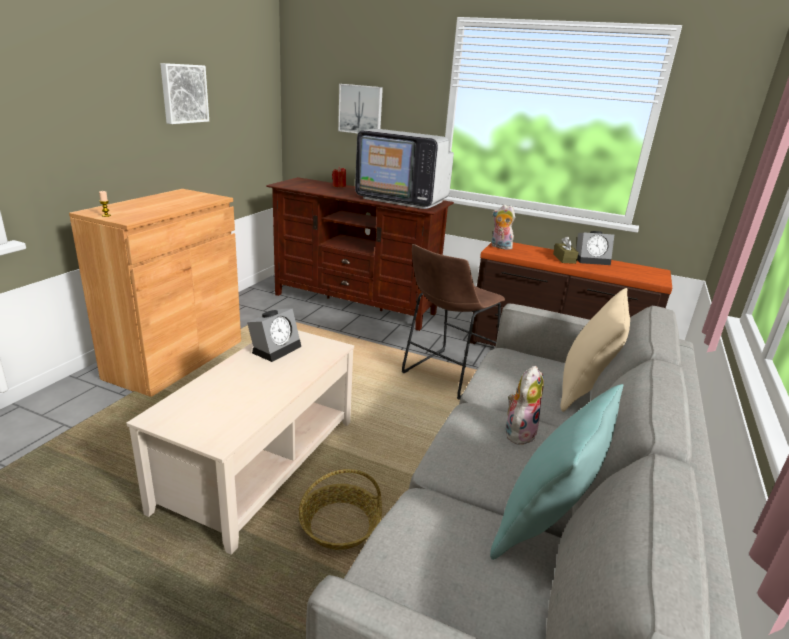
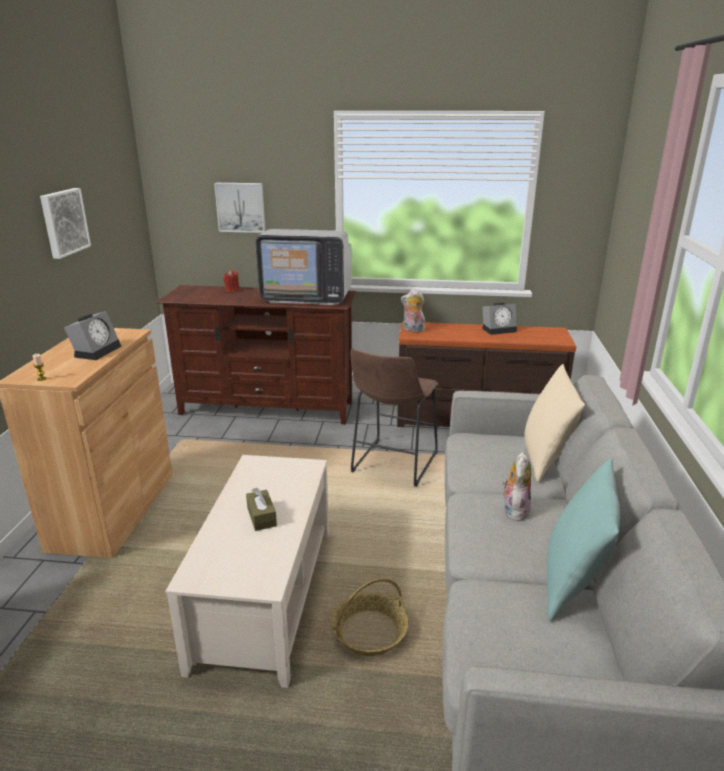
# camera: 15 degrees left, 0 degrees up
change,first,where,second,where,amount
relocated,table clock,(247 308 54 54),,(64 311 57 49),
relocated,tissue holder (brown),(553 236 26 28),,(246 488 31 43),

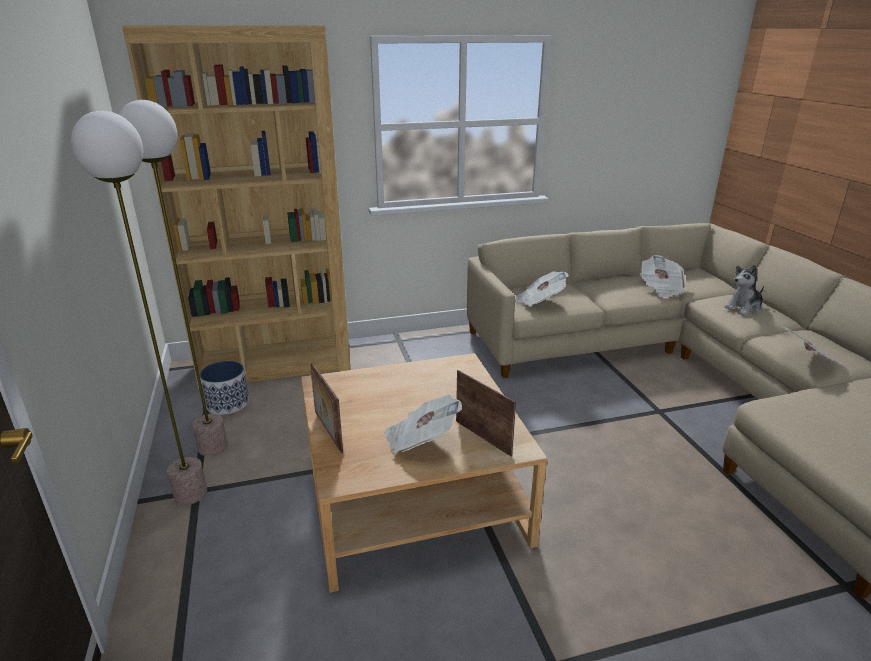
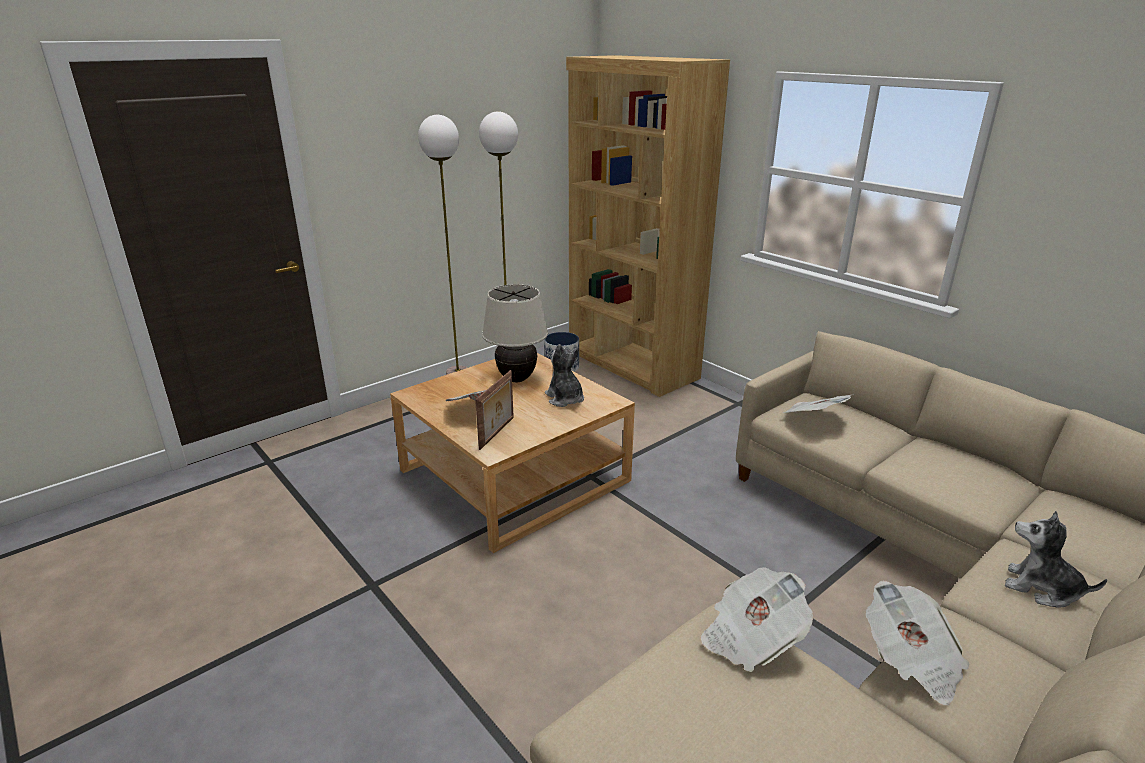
# camera: 65 degrees right, 0 degrees up
change,first,where,second,where,amount
appeared,,,lamp for a table (sand-coloured),(482 284 66 98),
appeared,,,cuddly toy,(545 344 39 63),
relocated,newspaper,(640 255 45 43),,(701 567 112 105),
missing,standing frame,(311 363 32 90),,,

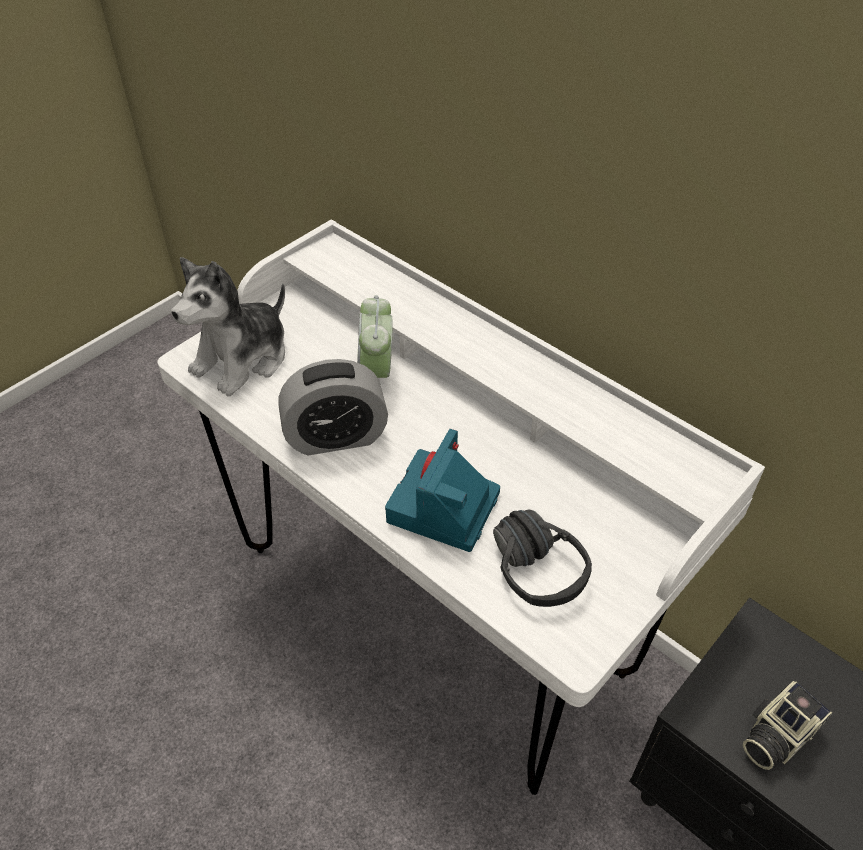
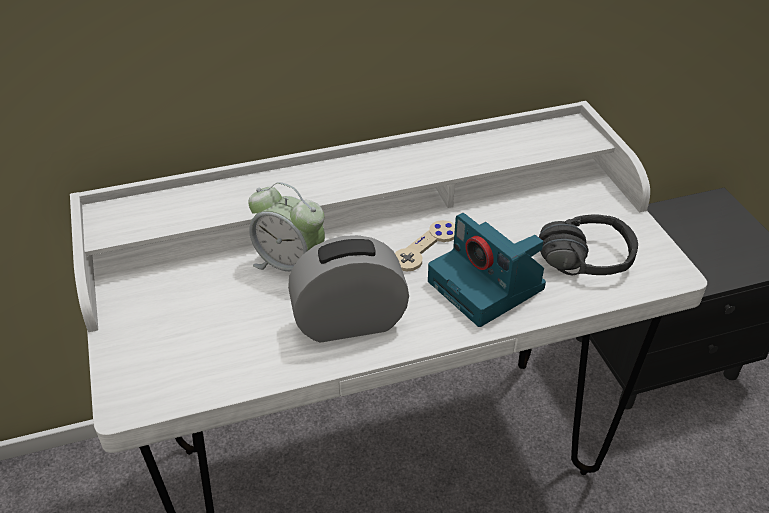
# camera: 60 degrees left, 5 degrees down
change,first,where,second,where,amount
spun,table clock,(279 359 109 96),,(288 235 121 107),120 degrees counterclockwise
appeared,,,joypad (sand-coloured),(395 220 60 52),
missing,cuddly toy,(171 257 114 139),,,
missing,photo camera,(743 681 90 89),,,

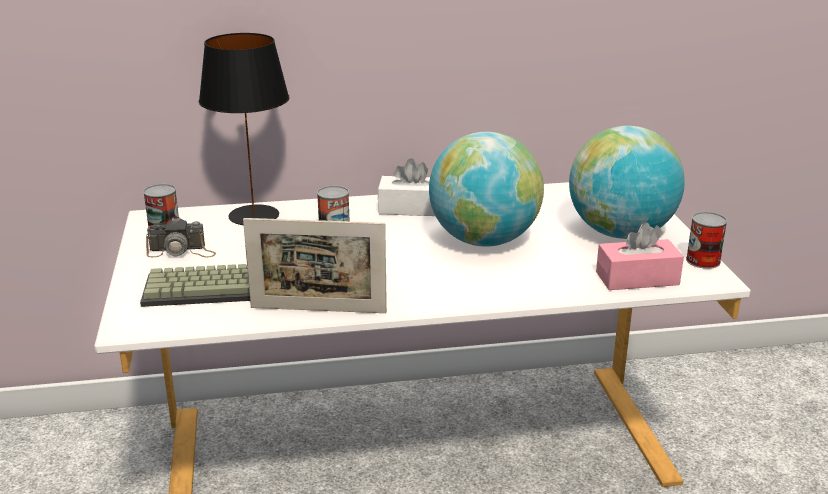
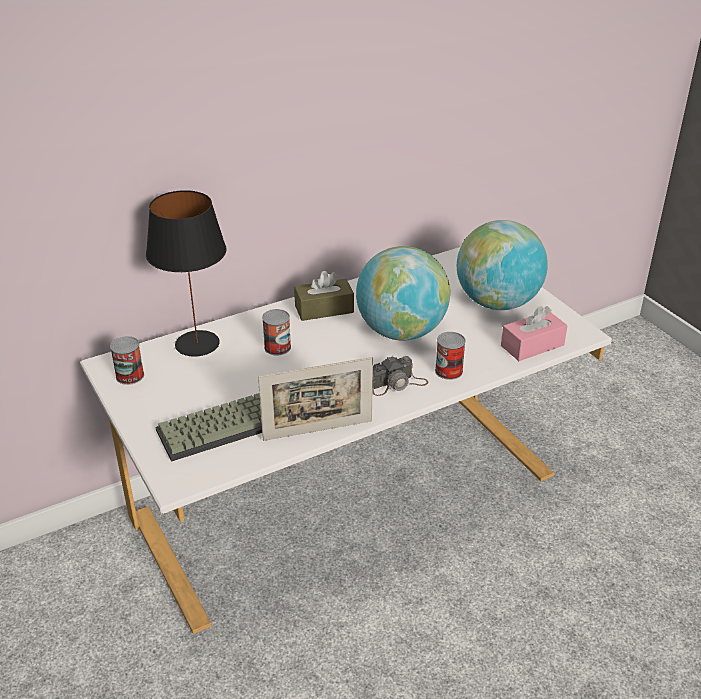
# camera: 20 degrees left, 10 degrees up
change,first,where,second,where,amount
colour,tissue holder (white),(378 158 57 58),tissue holder (brown),(294 271 60 50),
relocated,photo camera,(146 217 70 40),,(372 356 56 40),
relocated,sealed can,(686 212 41 57),,(435 332 31 48),

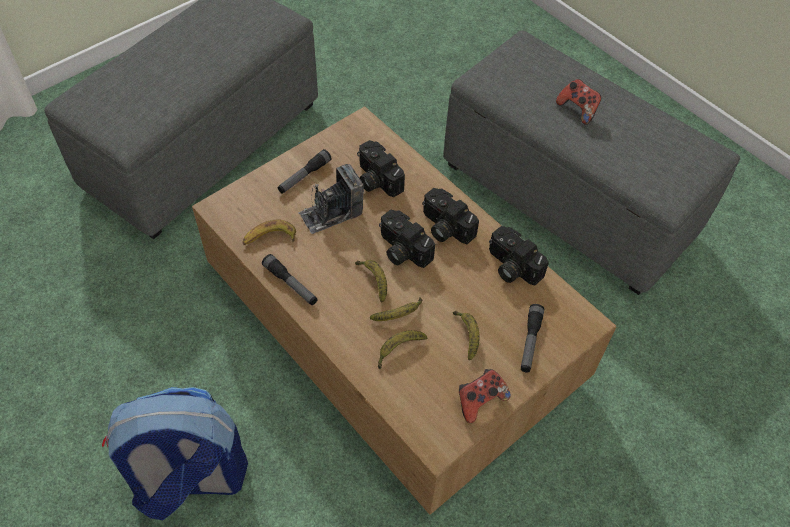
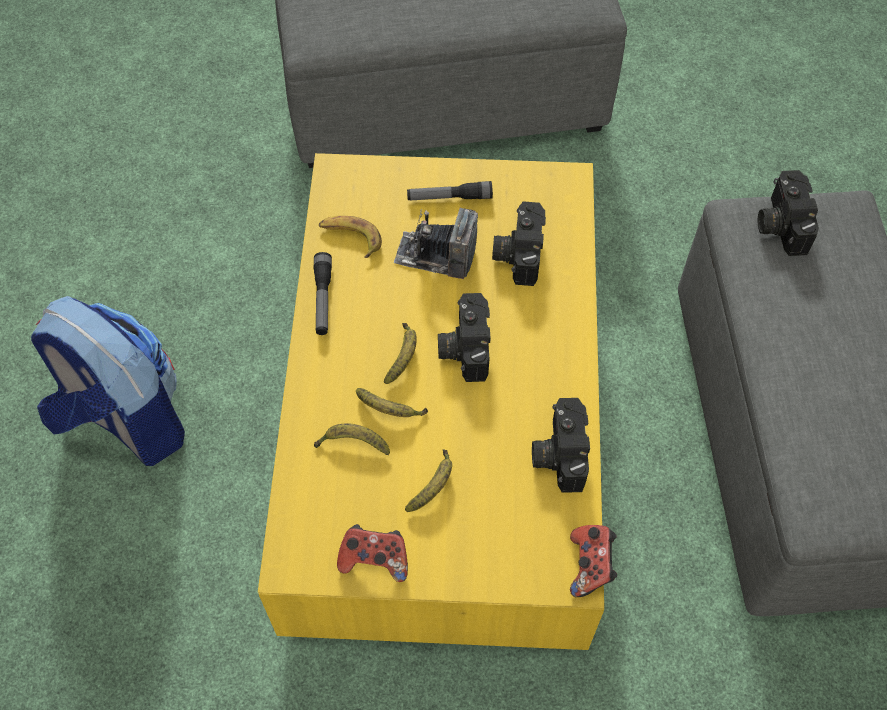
# camera: 45 degrees right, 5 degrees up
change,first,where,second,where,amount
colour,lounge table (brown),(192 106 424 409),lounge table (yellowish),(258 153 346 497),
relocated,joypad,(556 79 45 45),,(570 525 47 72),
relocated,photo camera,(422 188 57 56),,(758 170 61 86),
missing,torch,(521 304 23 68),,,

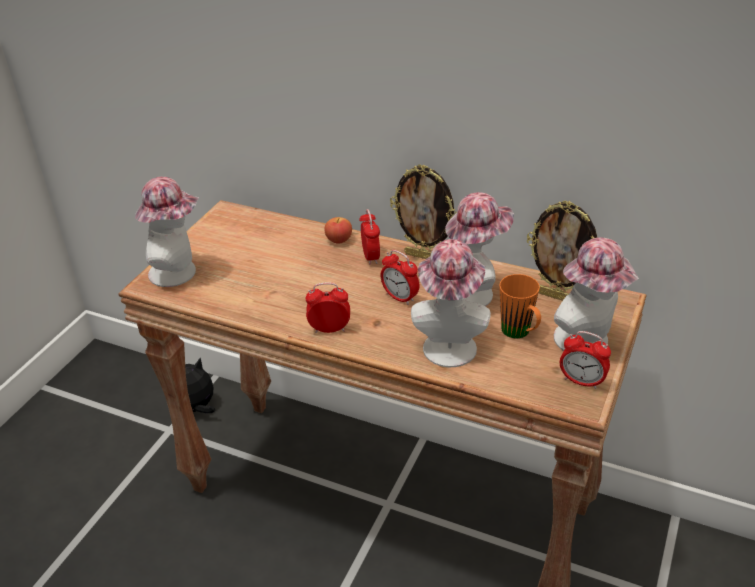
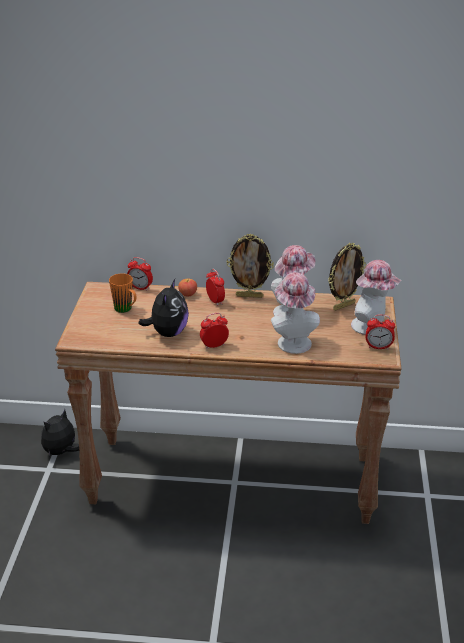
# camera: 20 degrees left, 5 degrees down
change,first,where,second,where,amount
relocated,coffee mug (orange-coloured),(499 274 42 64),,(109 274 28 39),
relocated,table clock,(381 250 38 55),,(127 257 26 34),
appeared,,,cuddly toy,(138 279 51 58),
spun,standing frame,(527 201 70 100),,(328 243 39 68),45 degrees counterclockwise
missing,hat,(135 177 64 110),,,

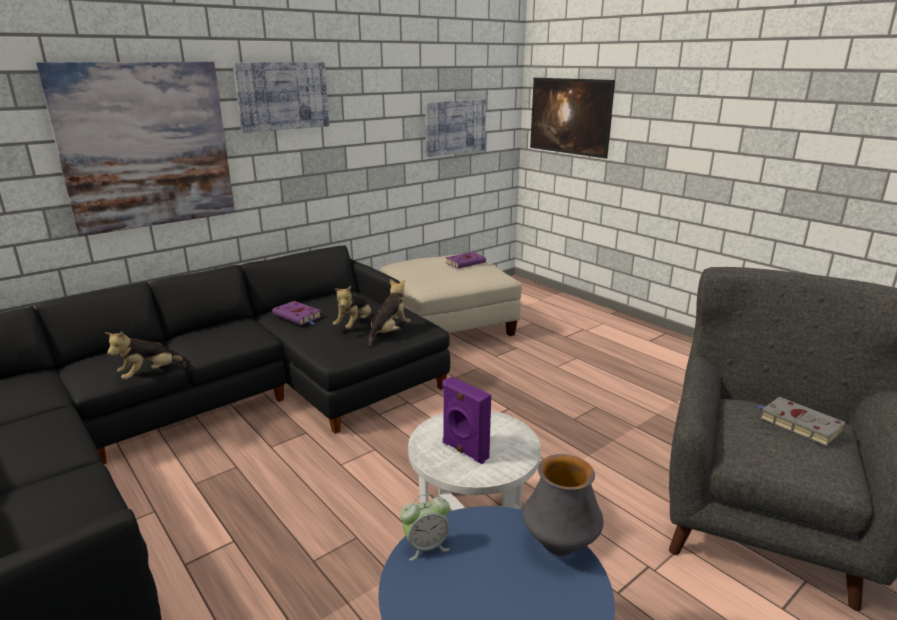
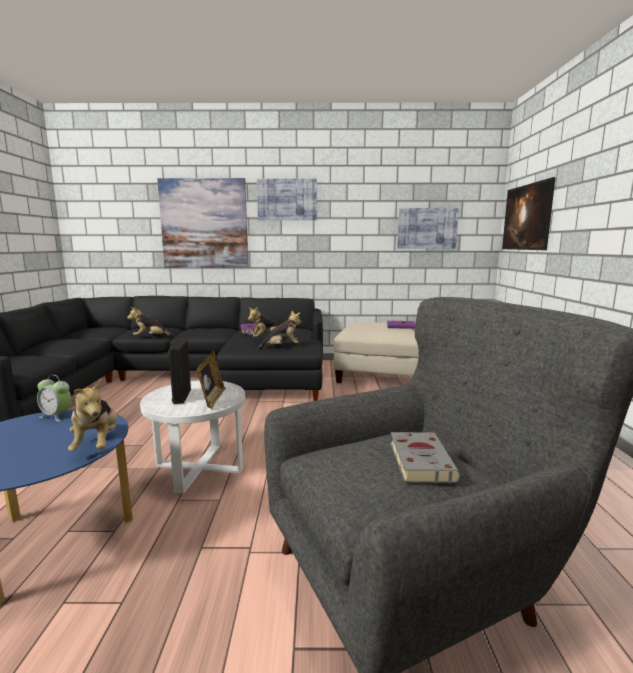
# camera: 40 degrees right, 10 degrees down
change,first,where,second,where,amount
exchanged,flower vase,(523 454 81 102),cuddly toy,(68 380 49 71),
colour,loudspeaker (purple-coloured),(442 377 49 87),loudspeaker (black-coloured),(168 340 23 64),
appeared,,,standing frame,(196 351 30 58),

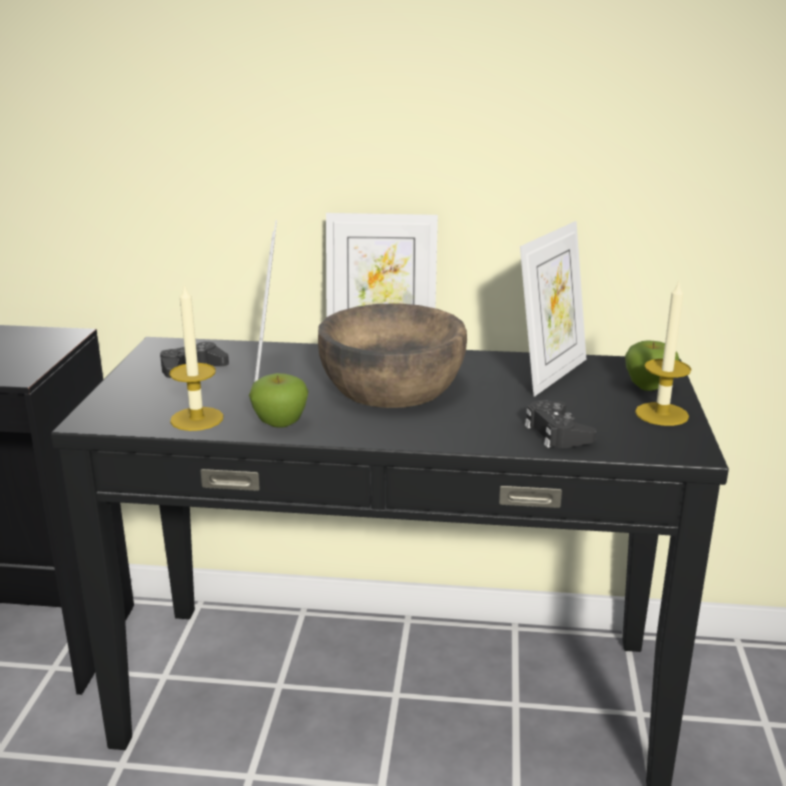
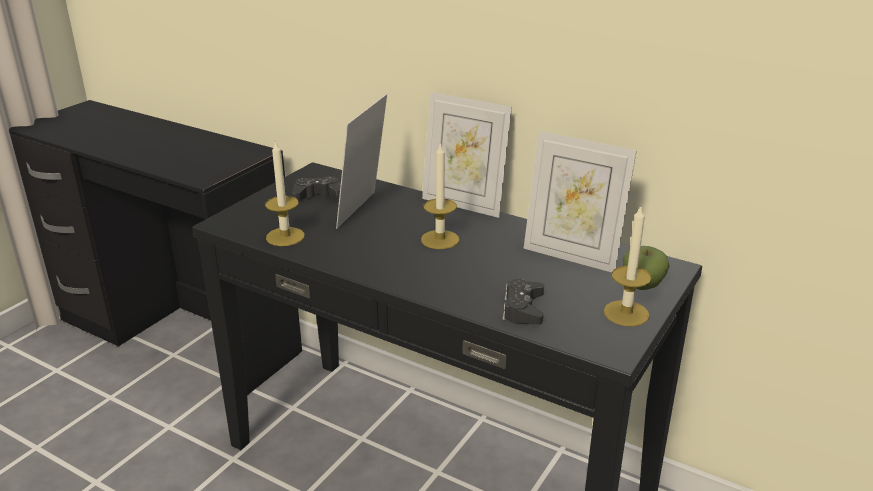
# camera: 25 degrees right, 5 degrees up
change,first,where,second,where,amount
exchanged,deep dish (brown),(318 303 149 105),wax candle,(421 142 38 107),
spun,standing frame,(520 221 66 175),,(524 131 113 141),60 degrees clockwise
missing,apple,(249 373 59 55),,,

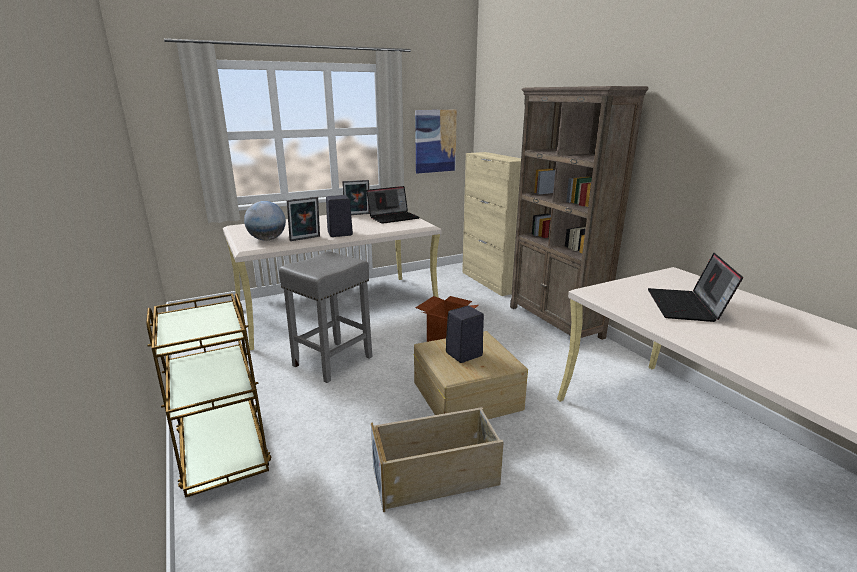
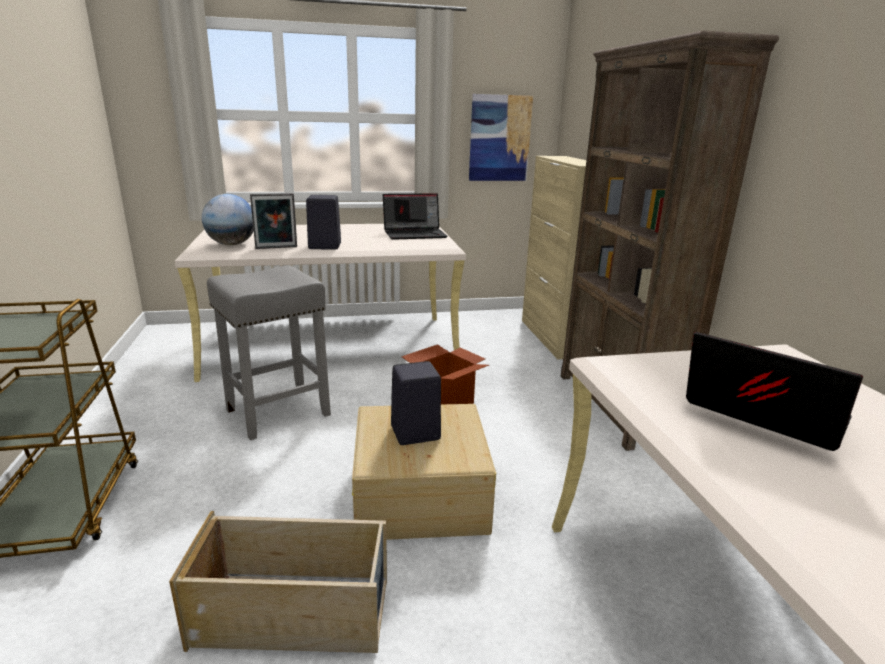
# camera: 15 degrees right, 0 degrees up
change,first,where,second,where,amount
spun,portable computer,(648 253 95 69),,(686 332 177 119),105 degrees clockwise
missing,standing frame,(342 180 28 35),,,

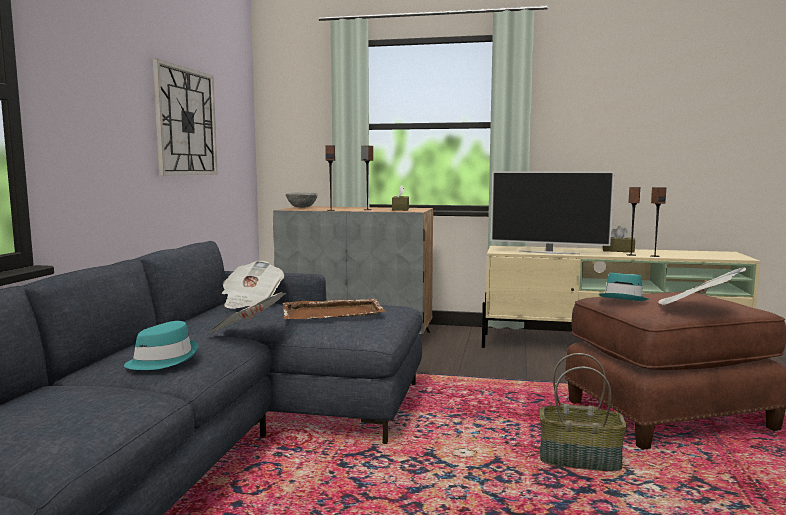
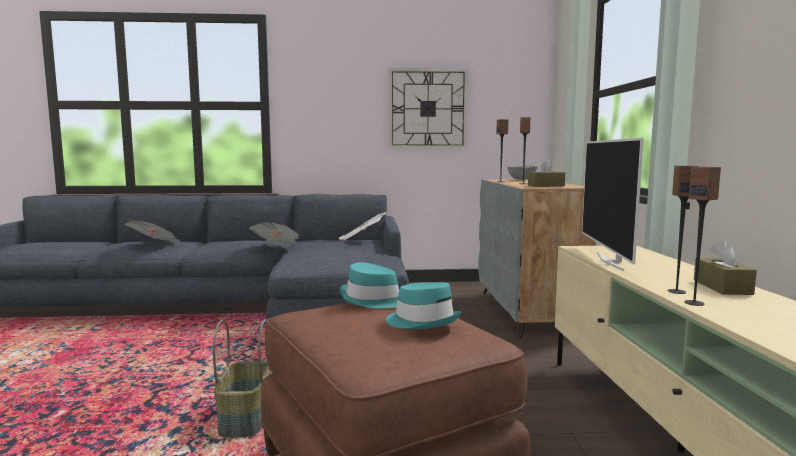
# camera: 75 degrees right, 0 degrees up
change,first,where,second,where,amount
relocated,newspaper,(658 268 88 38),,(125 220 55 22),
relocated,hat (turquoise-coloured),(124 321 74 49),,(386 282 75 47),
missing,carrying tray (brown),(283 299 103 20),,,

